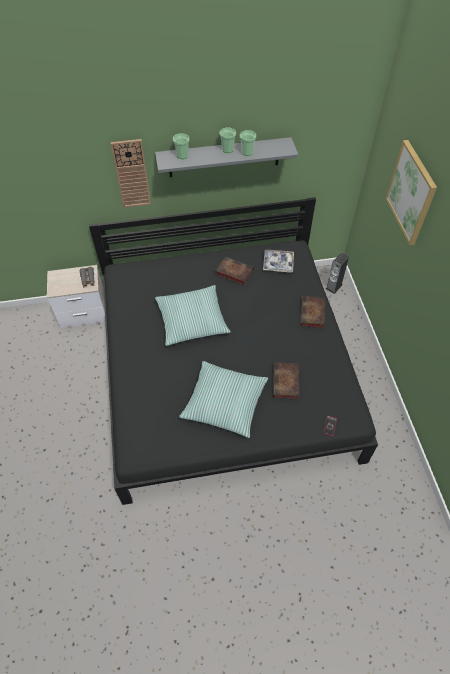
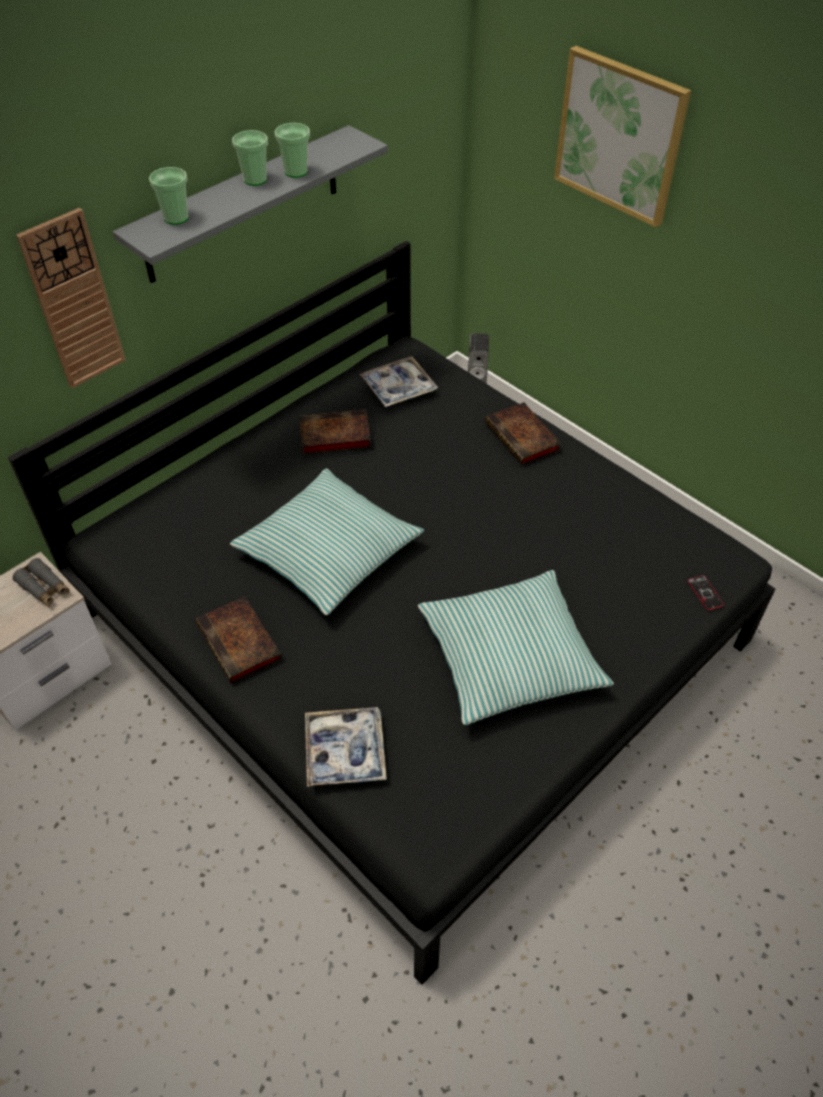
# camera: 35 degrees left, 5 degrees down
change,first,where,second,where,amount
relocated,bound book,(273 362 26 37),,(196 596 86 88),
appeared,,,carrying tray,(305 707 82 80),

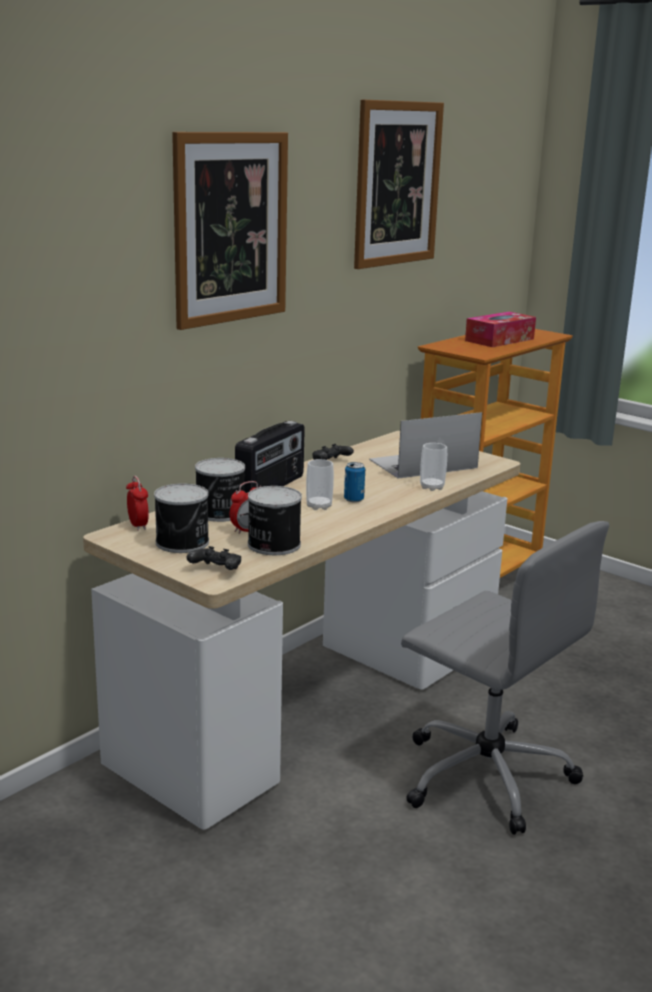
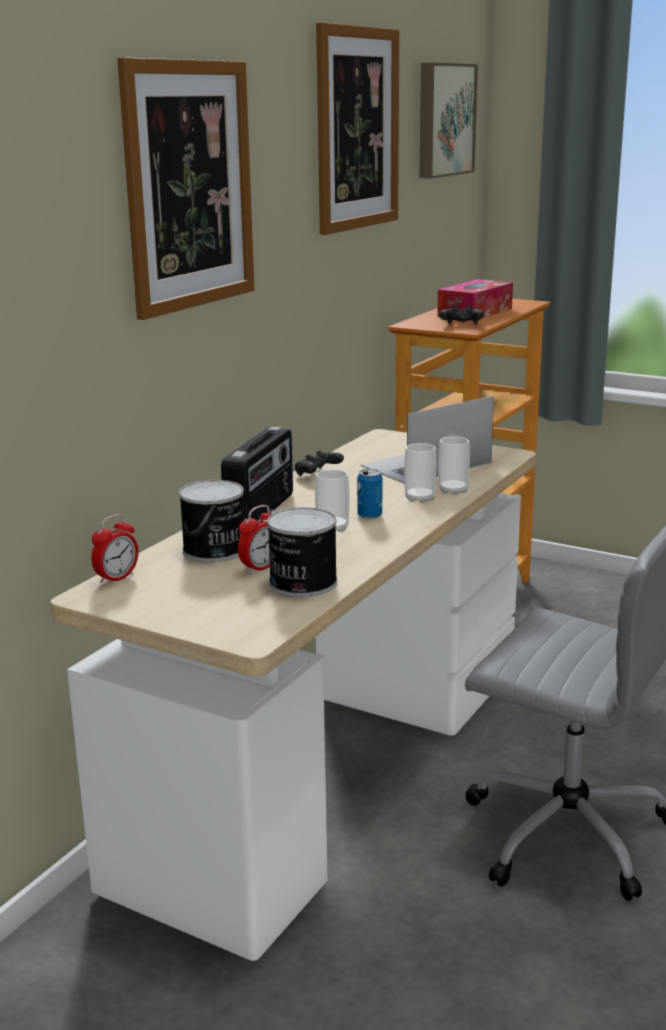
# camera: 10 degrees left, 0 degrees up
change,first,where,second,where,amount
spun,table clock,(126 476 23 55),,(91 514 47 71),75 degrees clockwise
appeared,,,cup,(404 443 32 60),
appeared,,,wall art,(419 63 59 116),
relocated,joypad (black-coloured),(187 546 54 24),,(439 305 45 19),
missing,sealed can,(154 483 55 70),,,

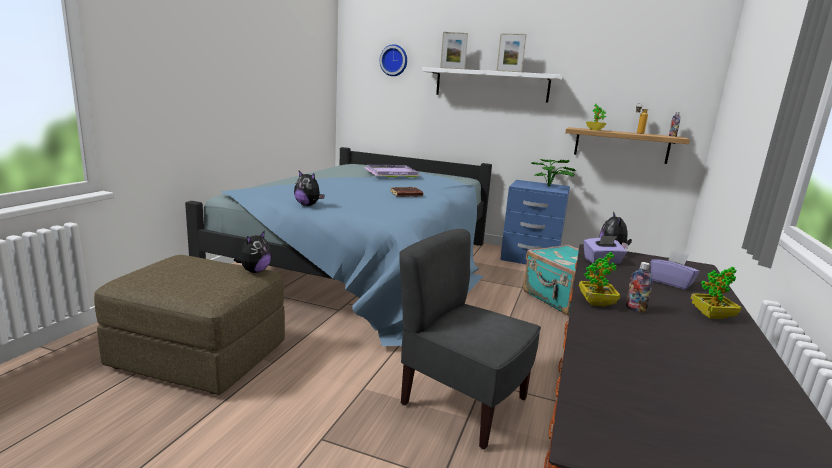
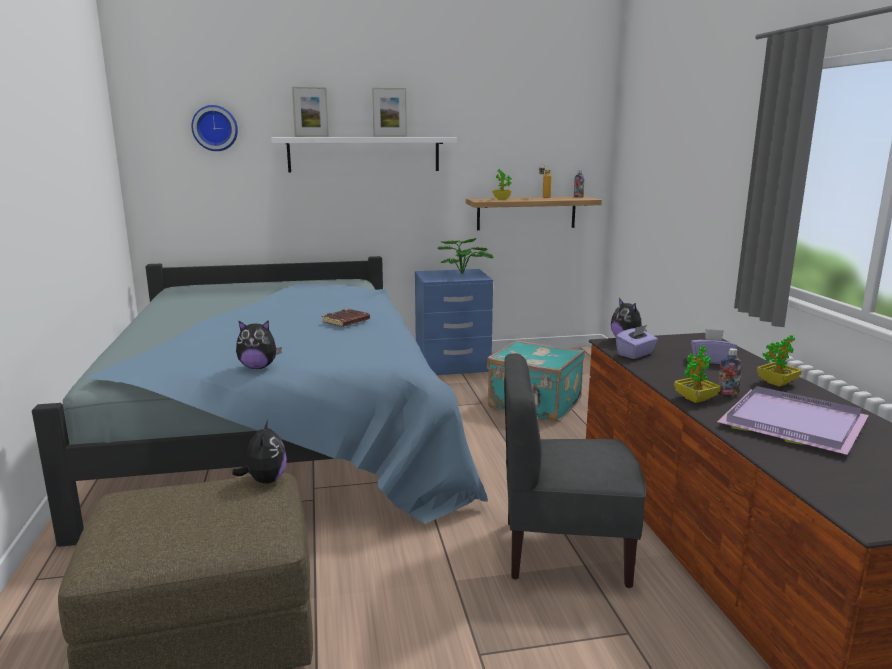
# camera: 30 degrees left, 0 degrees up
change,first,where,second,where,amount
relocated,carrying tray (purple-coloured),(364 165 58 12),,(717 386 152 69),

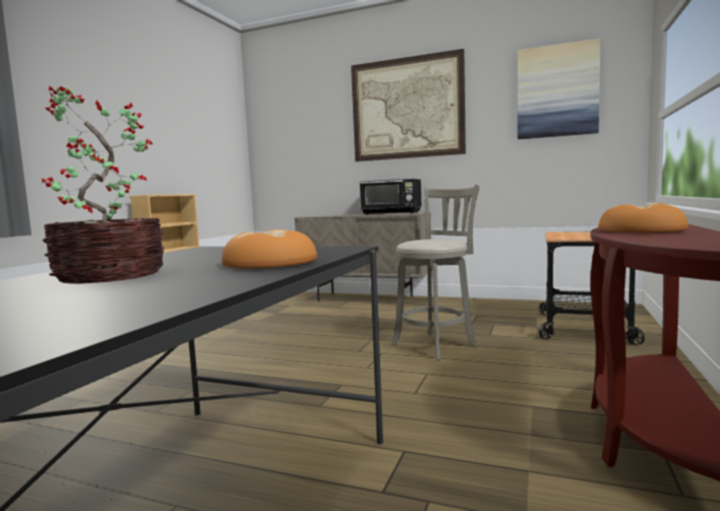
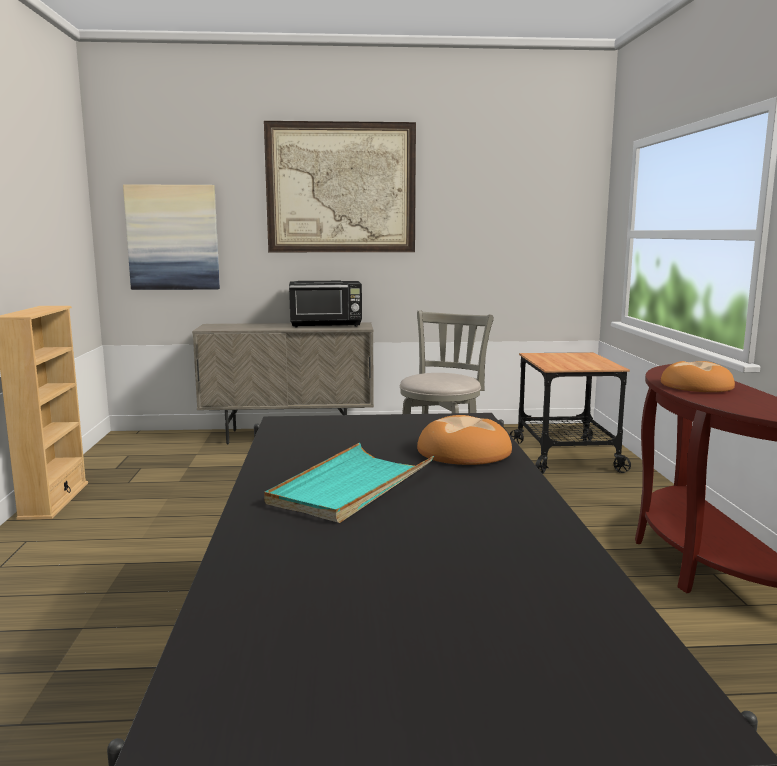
# camera: 25 degrees left, 5 degrees up
change,first,where,second,where,amount
relocated,wall art,(517 38 83 101),,(123 184 97 106),
exchanged,houseplant,(42 86 122 198),carrying tray (turquoise-coloured),(264 443 170 80),

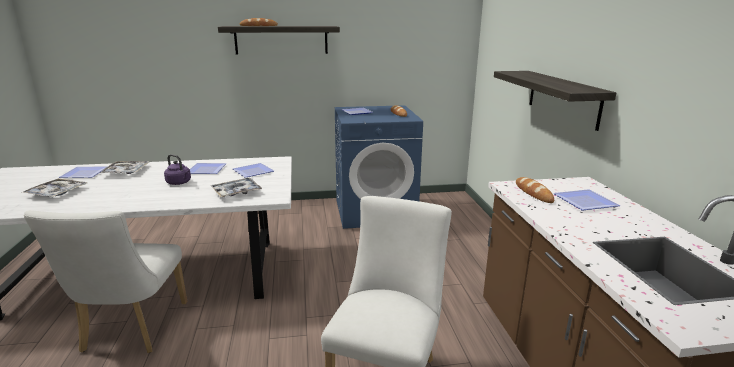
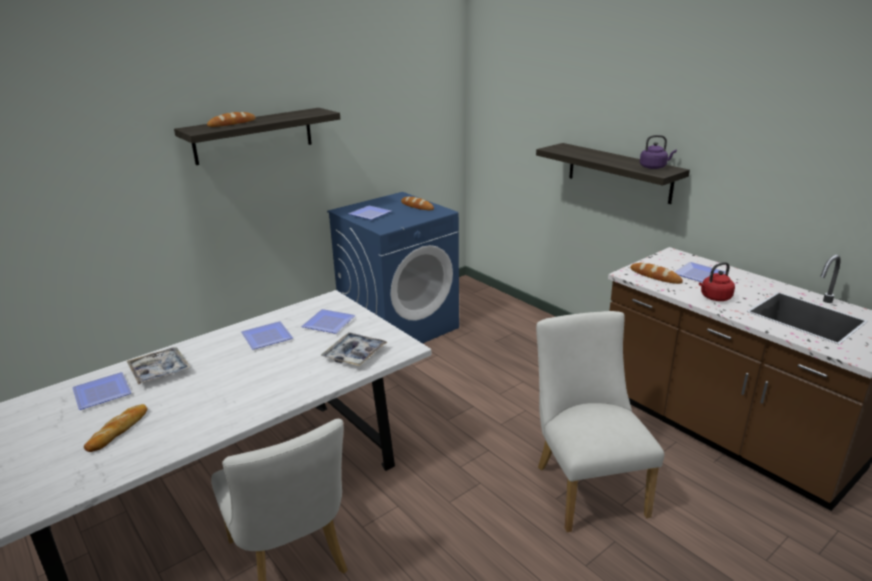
# camera: 30 degrees left, 5 degrees up
change,first,where,second,where,amount
exchanged,carrying tray,(21 178 67 19),bread,(84 404 64 48),
relocated,water kettle (purple-coloured),(164 154 27 31),,(640 135 37 34),
appeared,,,water kettle (reddish),(699 262 36 39),

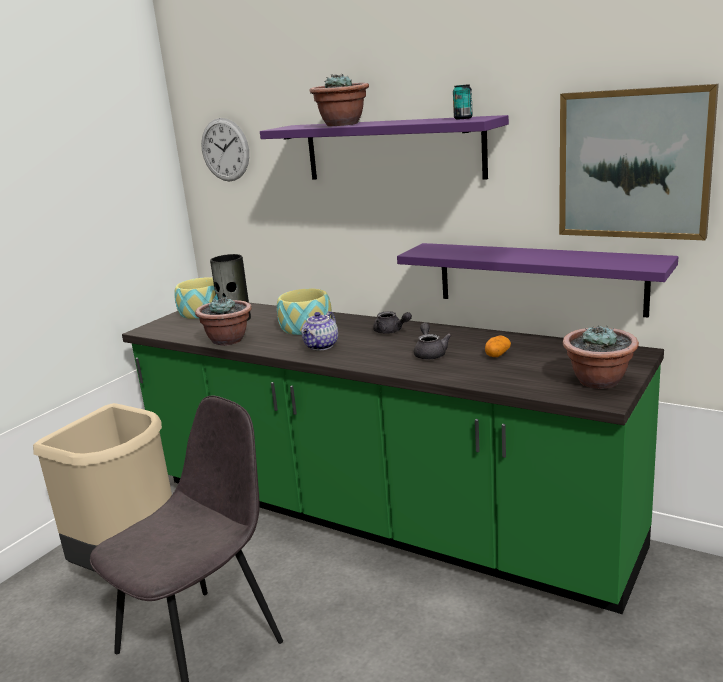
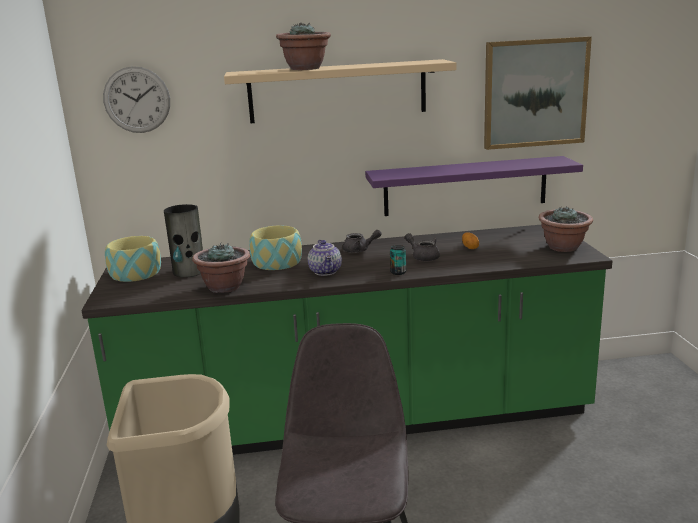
# camera: 40 degrees left, 0 degrees up
change,first,where,second,where,amount
colour,shelf (purple-coloured),(260 115 249 65),shelf (sand-coloured),(224 59 232 64),
relocated,sealed can,(453 84 20 35),,(390 245 16 30),

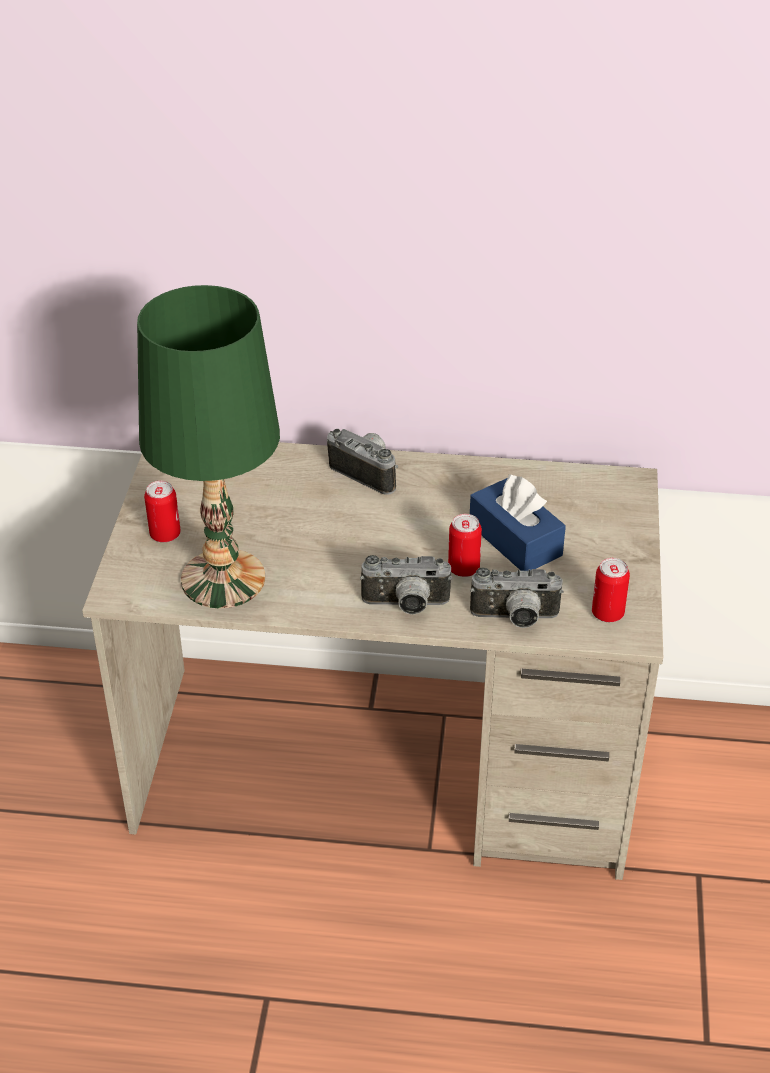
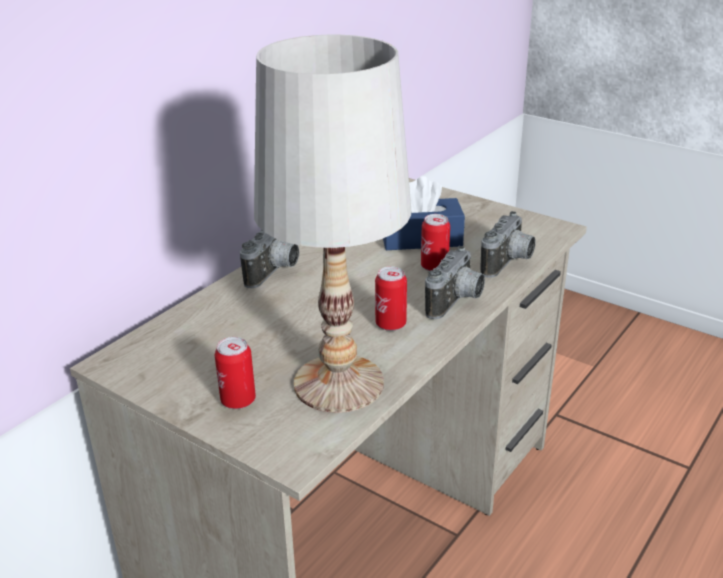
# camera: 60 degrees left, 10 degrees down
change,first,where,second,where,amount
spun,photo camera,(327 429 71 66),,(240 230 59 58),135 degrees clockwise
colour,lamp for a table (greenish),(137 285 143 323),lamp for a table (white),(254 35 157 378),
relocated,sealed can,(592 558 38 64),,(375 266 32 65),

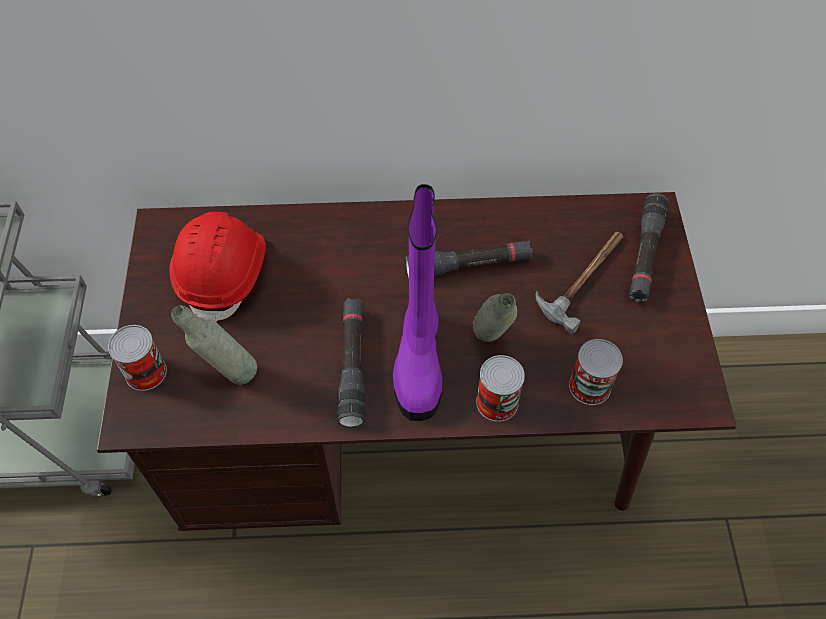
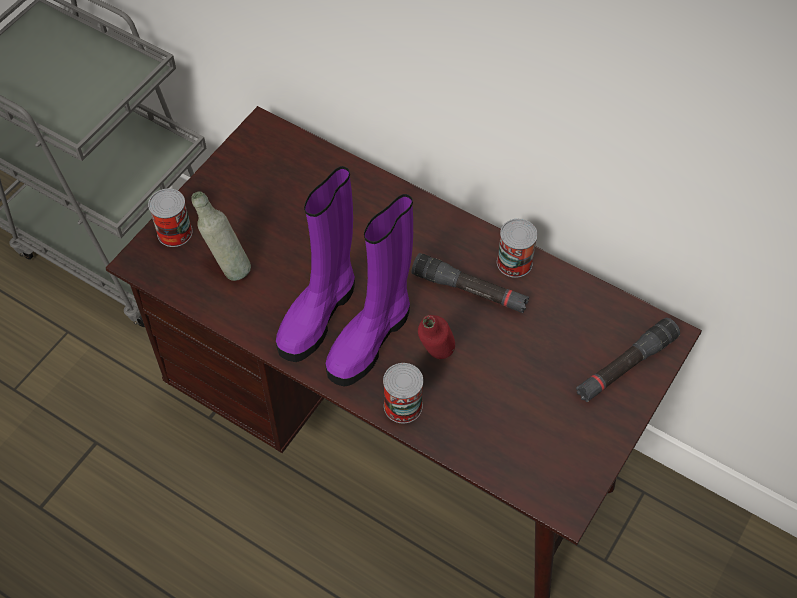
# camera: 35 degrees right, 0 degrees up
change,first,where,second,where,amount
exchanged,torch (black-coloured),(337 298 28 129),tall boot (purple-coloured),(276 166 79 196),
colour,drink bottle (gray),(473 293 44 49),drink bottle (reddish),(418 315 37 44),
relocated,sealed can,(569 339 54 66),,(497 219 41 59),
missing,hard hat (reddish),(169 212 97 110),,,
missing,tool hammer,(536 232 87 102),,,

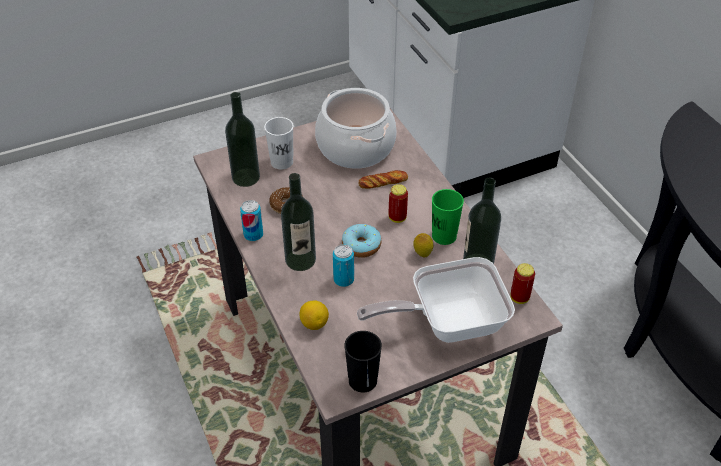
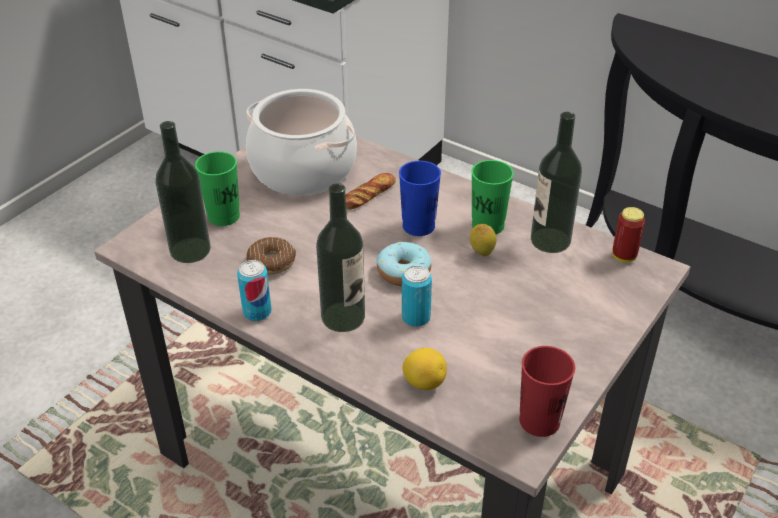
# camera: 30 degrees left, 5 degrees down
change,first,where,second,where,amount
colour,cup (white),(264 117 30 52),cup (greenish),(195 151 45 75),
exchanged,sealed can,(389 184 19 39),cup (blue),(399 161 42 75),
colour,cup (black-coloured),(344 331 38 61),cup (reddish),(519 346 56 91),
missing,frying pan,(357 257 158 86),,,

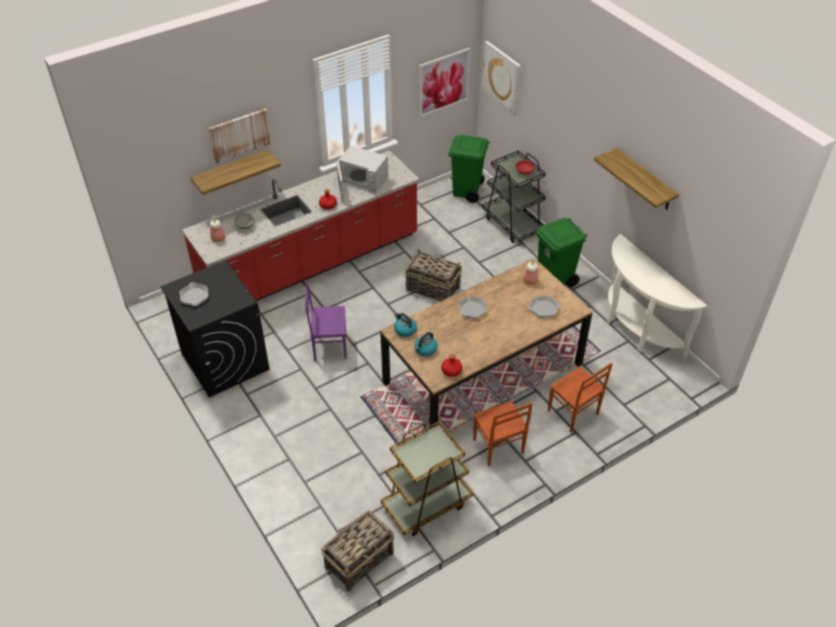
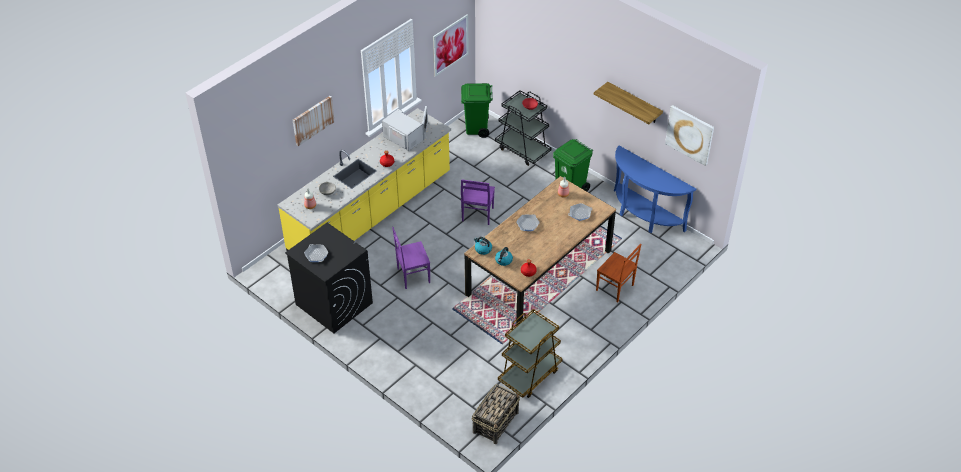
# camera: 15 degrees left, 0 degrees up
change,first,where,second,where,amount
colour,kitchen base unit (reddish),(182 150 238 151),kitchen base unit (yellowish),(277 108 174 143),
spun,microwave oven (white),(337 146 51 56),,(382 106 46 45),150 degrees counterclockwise
exchanged,household basket,(405 249 57 52),plain chair (purple-coloured),(461 179 34 46),
colour,console table (white),(607 234 100 125),console table (blue),(614 146 82 87),
relocated,wall art,(482 41 39 74),,(665 105 49 61),
missing,shelf,(190 149 91 46),,,
missing,plain chair (brown),(473 401 60 65),,,

